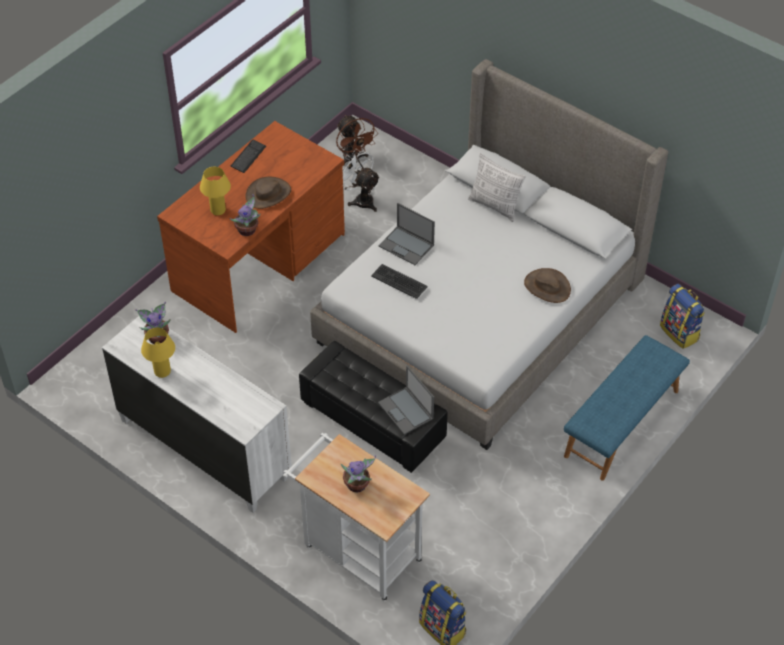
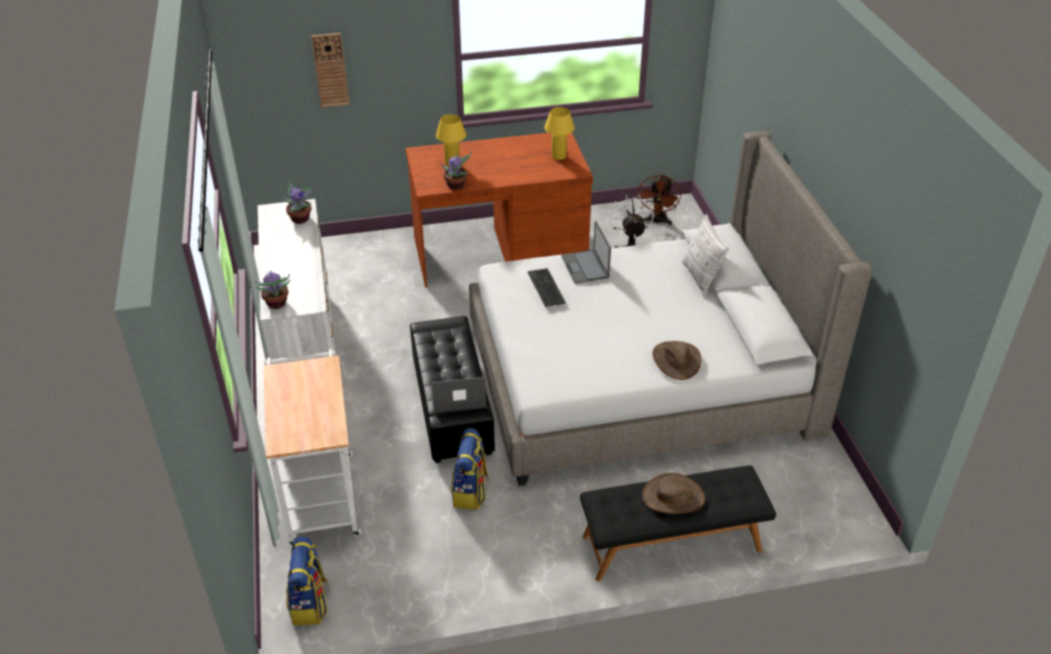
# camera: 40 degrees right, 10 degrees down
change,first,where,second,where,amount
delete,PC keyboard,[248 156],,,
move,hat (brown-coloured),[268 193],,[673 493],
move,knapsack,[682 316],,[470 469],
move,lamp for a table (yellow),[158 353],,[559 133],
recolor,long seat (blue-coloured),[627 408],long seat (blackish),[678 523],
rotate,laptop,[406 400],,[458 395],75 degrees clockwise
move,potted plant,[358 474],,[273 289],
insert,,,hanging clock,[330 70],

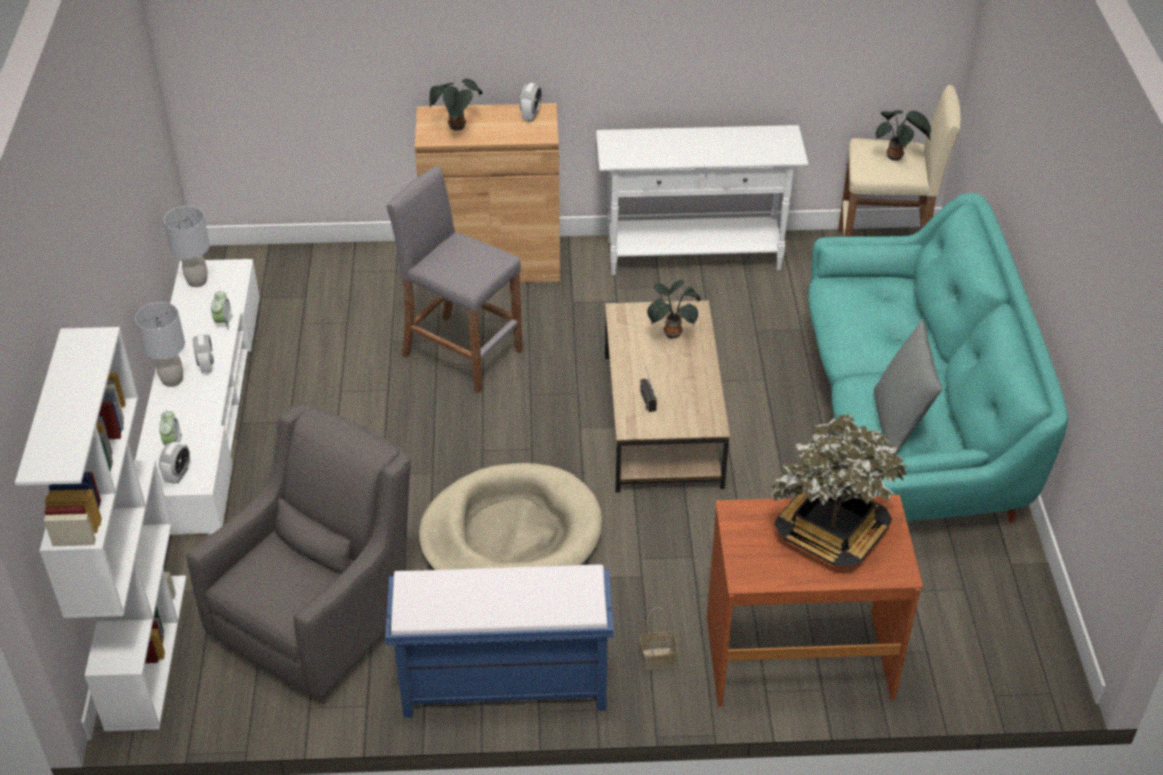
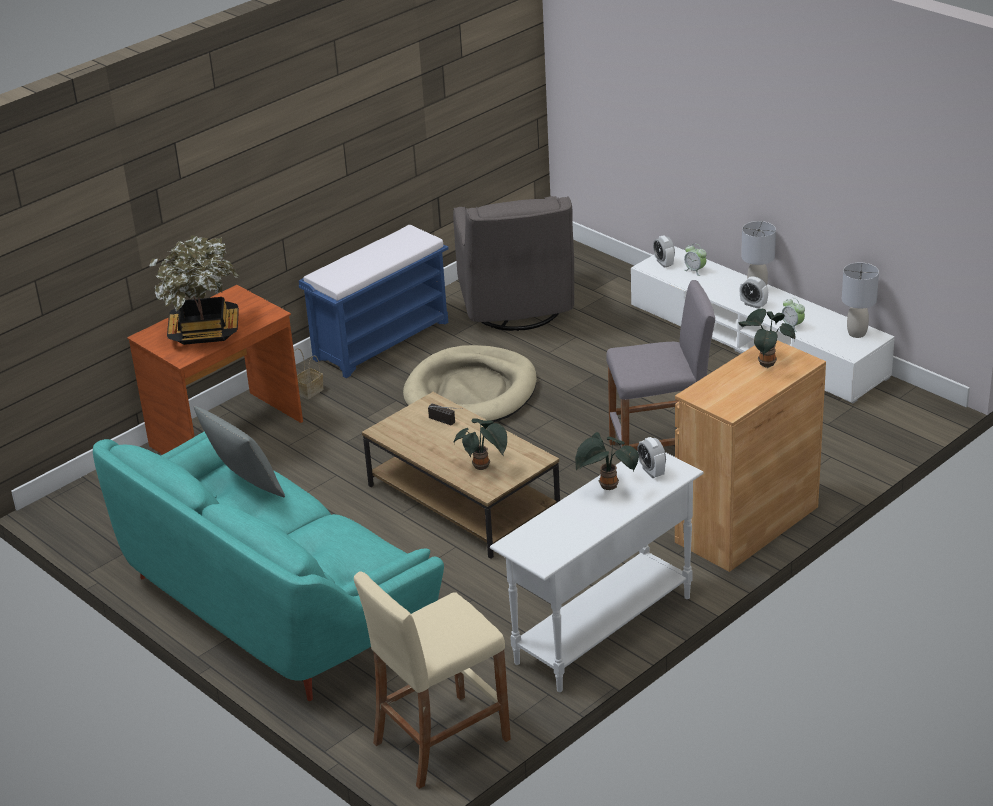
# camera: 140 degrees right, 10 degrees down
change,first,where,second,where,amount
move,bedside clock,[531 102],,[651 457],
move,potted plant,[903 135],,[607 461],
delete,shelving unit (white),[100 529],,,

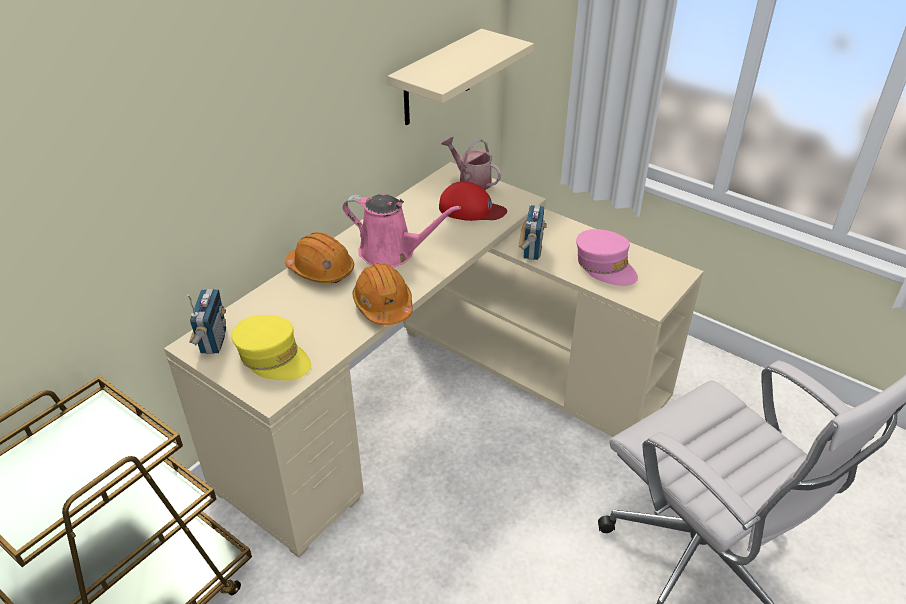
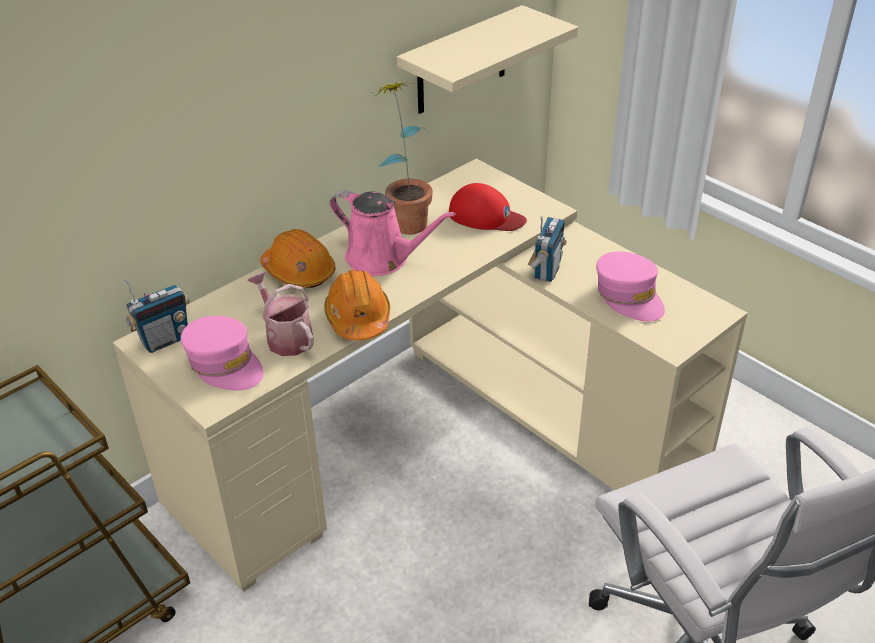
# camera: 10 degrees right, 0 degrees up
change,first,where,second,where,amount
move,watering pot,[471 163],,[280 314],
rotate,radio,[206 321],,[156 315],45 degrees clockwise
recolor,cap (yellow),[271 347],cap (pink-coloured),[222 353],
insert,,,potted plant,[401 158],

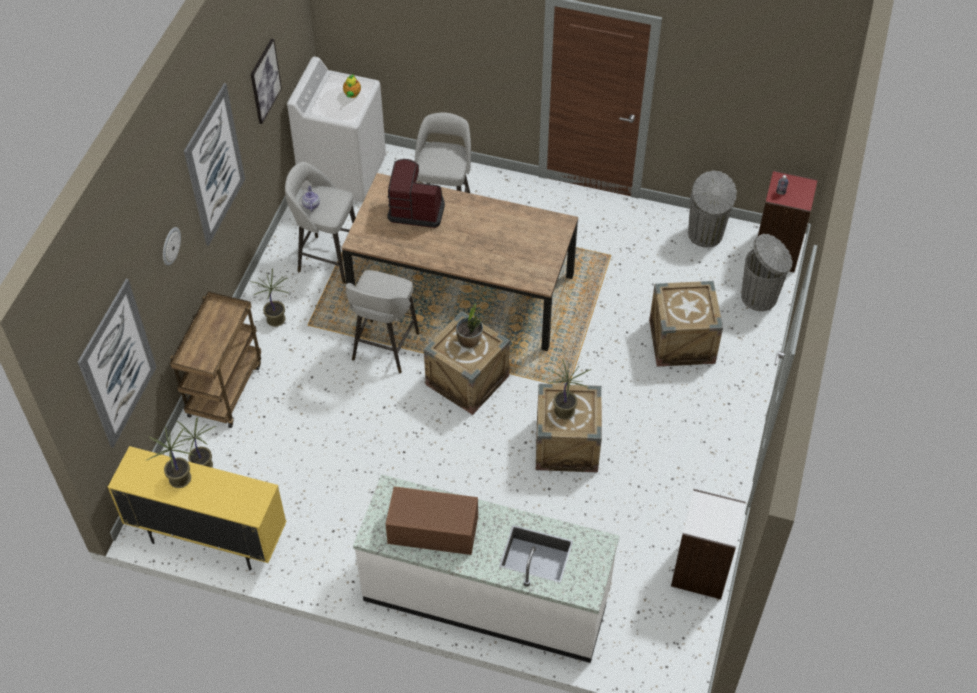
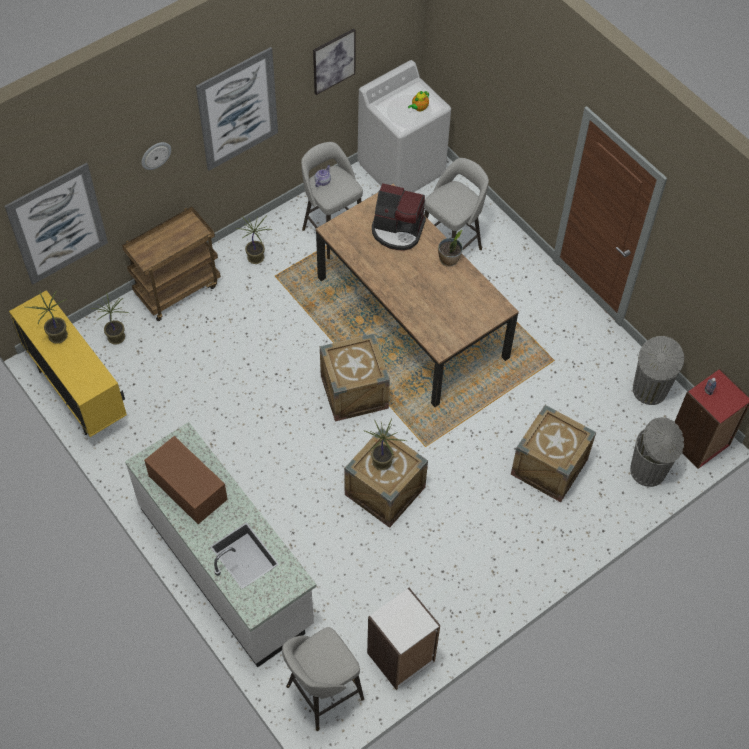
# camera: 35 degrees right, 5 degrees up
change,first,where,second,where,amount
rotate,coffee machine,[416 193],,[399 217],150 degrees clockwise
move,stool seat (greyish),[382 321],,[323 679],
move,potted plant,[469 326],,[450 248],

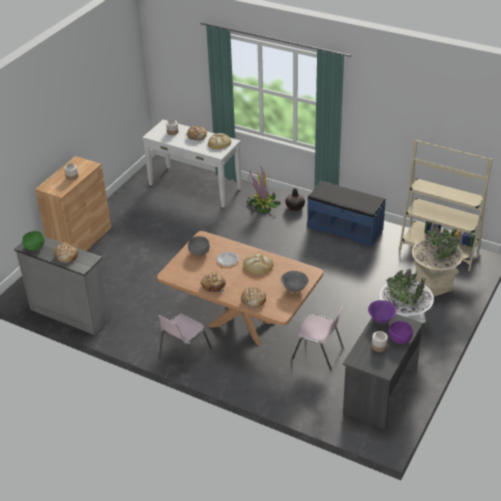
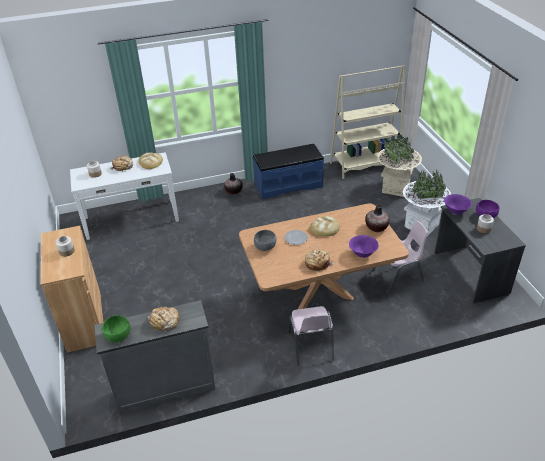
# camera: 45 degrees left, 0 degrees up
change,first,where,second,where,amount
delete,potted plant,[264 190],,,
replace,deep dish (greyish),[295 281],vase,[377 218],
replace,baked bread,[253 297],deep dish (purple-coloured),[364 246],

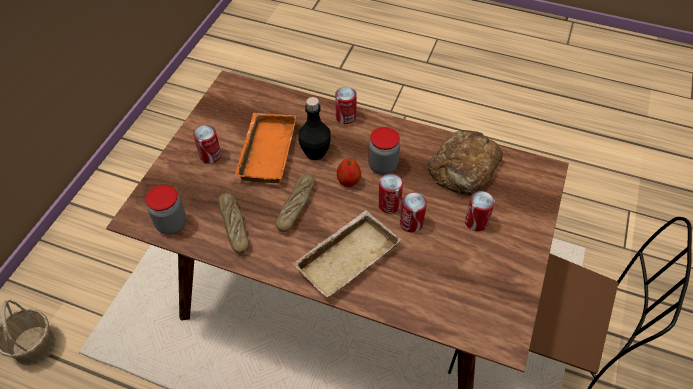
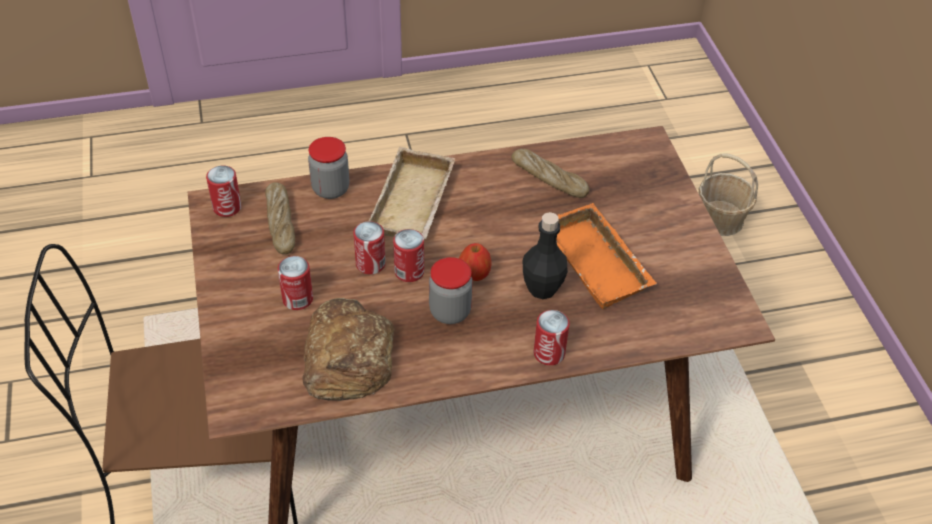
# camera: 145 degrees right, 5 degrees down
change,first,where,second,where,amount
move,can,[207 144],,[224 191],
move,baked bread,[295 203],,[280 218],
move,jar,[166 210],,[328 168],

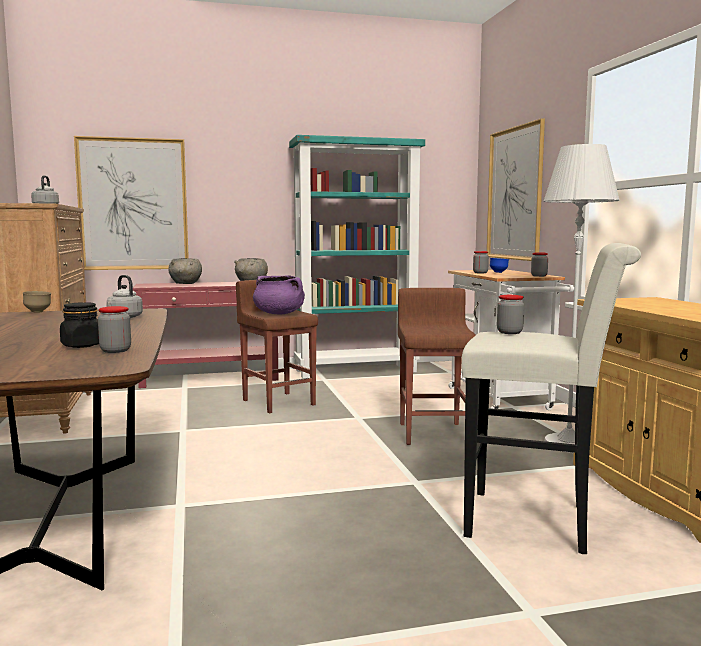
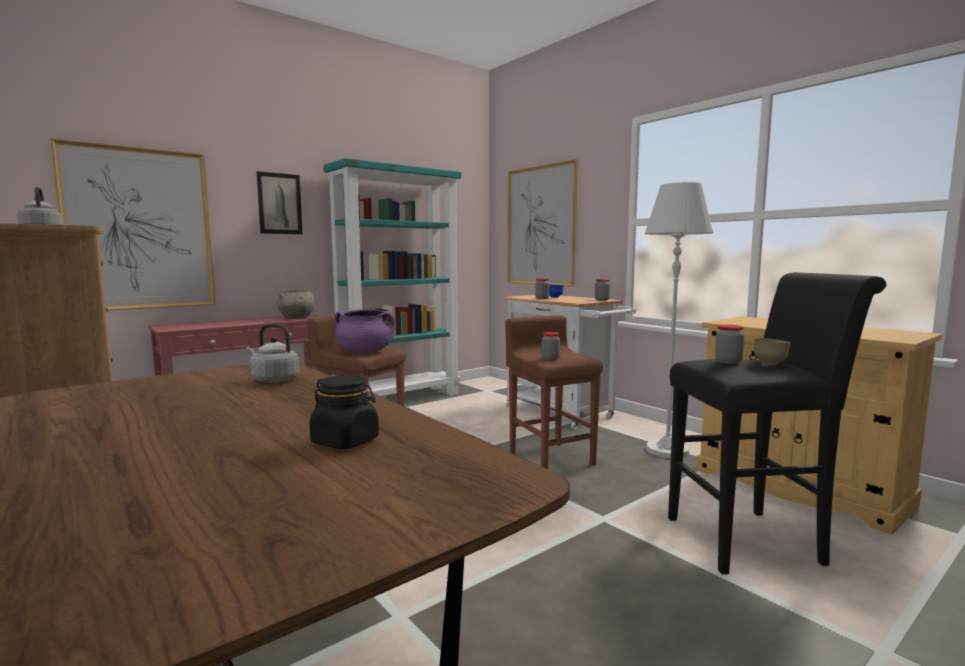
# camera: 25 degrees left, 0 degrees up
change,first,where,second,where,amount
recolor,stool seat (white),[551 398],stool seat (blackish),[777 423],
delete,deep dish (greyish),[185 271],,,
move,deep dish (brown-coloured),[37 302],,[772 351],
move,jar,[114 329],,[550 346],
insert,,,wall art,[279 202],

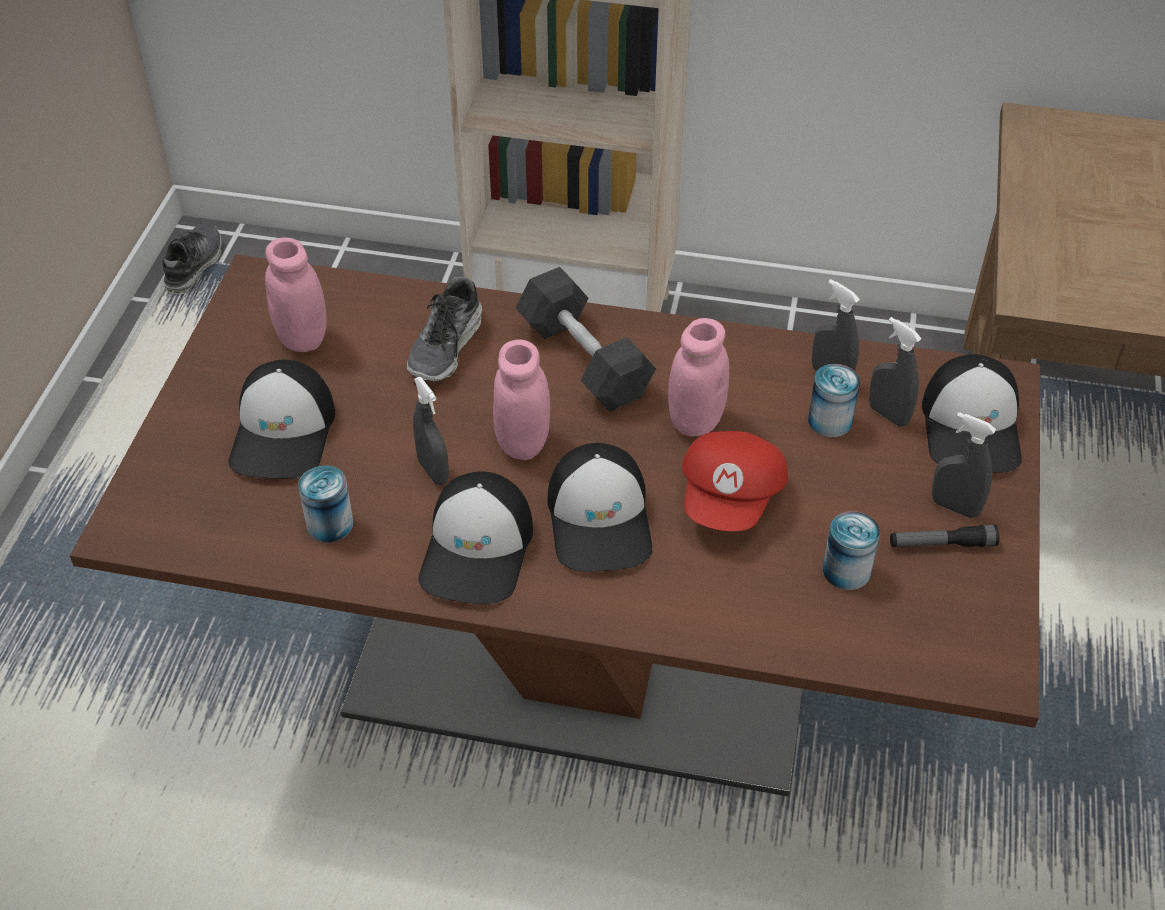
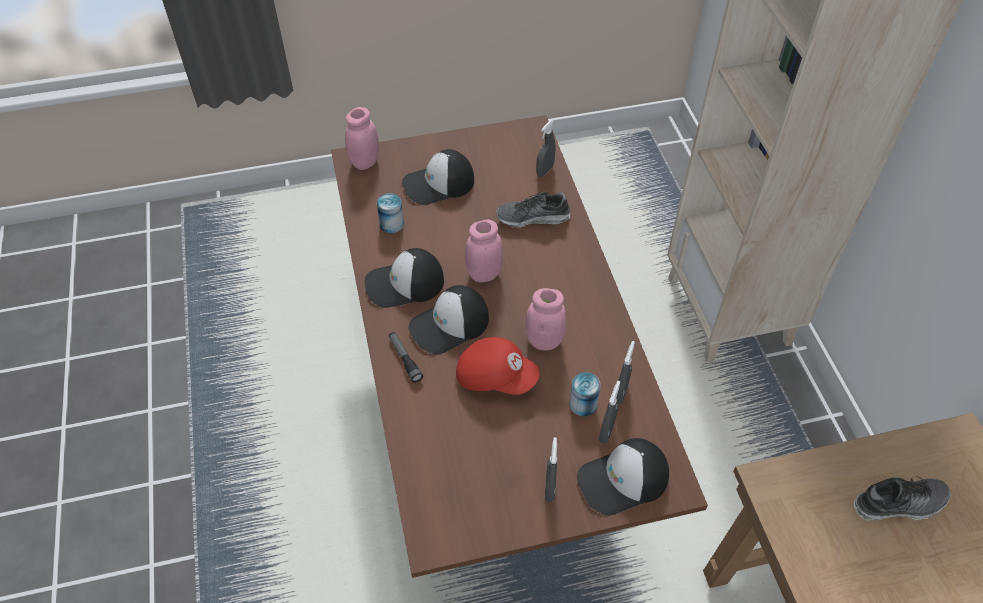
# camera: 65 degrees right, 5 degrees up
change,first,where,second,where,amount
move,shoe,[192 258],,[902 498],
move,jar (pink-coloured),[296 294],,[362 138],
delete,hand weight (blackish),[585 339],,,
move,hand sprayer (greyish),[431 431],,[546 148],
rotate,cap (red),[735 481],,[498 366],150 degrees counterclockwise
delete,can,[851 550],,,
move,hand torch,[945 535],,[406 357],

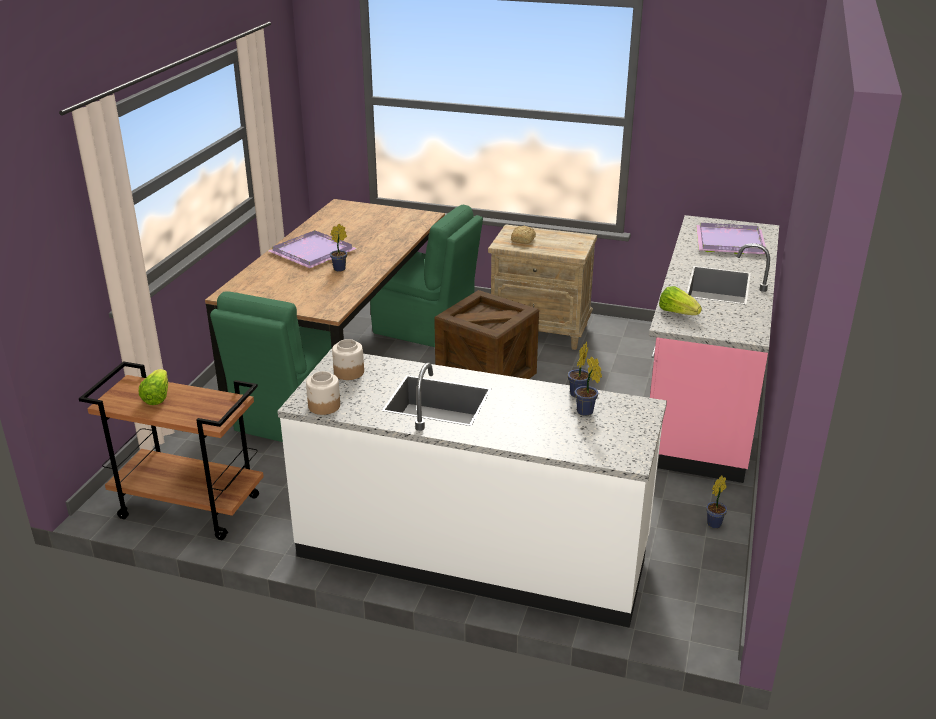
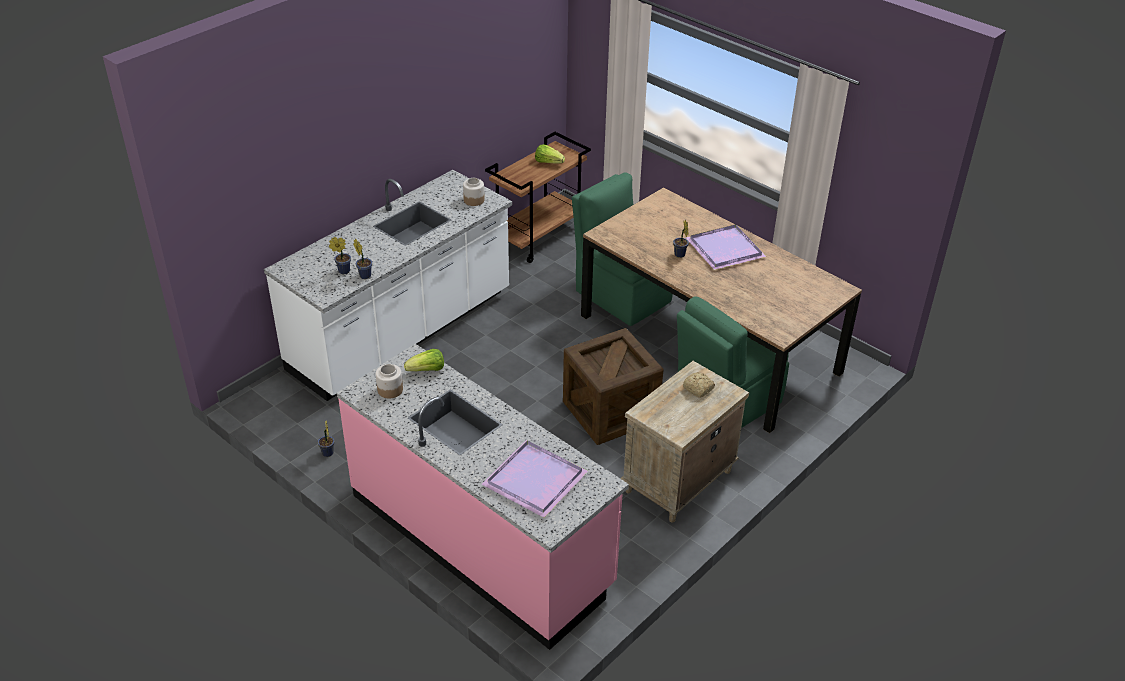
# camera: 115 degrees right, 10 degrees up
change,first,where,second,where,amount
move,jar,[323 393],,[389 381],

